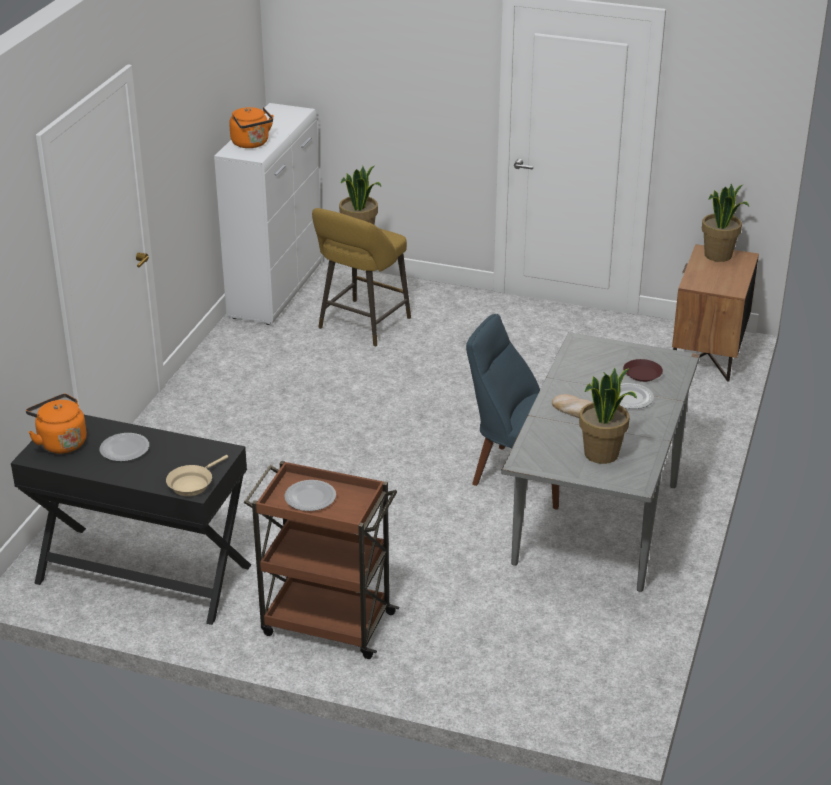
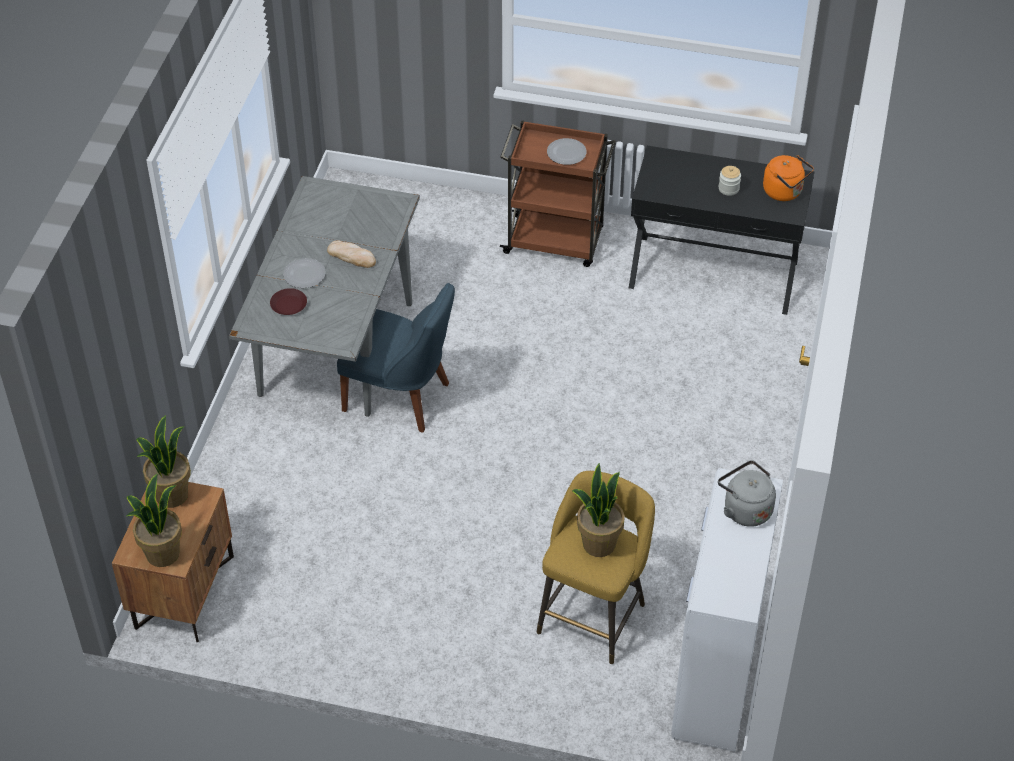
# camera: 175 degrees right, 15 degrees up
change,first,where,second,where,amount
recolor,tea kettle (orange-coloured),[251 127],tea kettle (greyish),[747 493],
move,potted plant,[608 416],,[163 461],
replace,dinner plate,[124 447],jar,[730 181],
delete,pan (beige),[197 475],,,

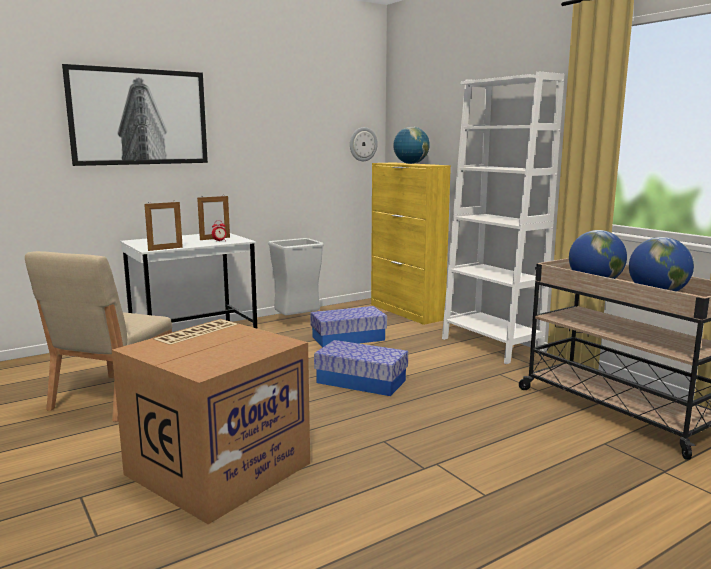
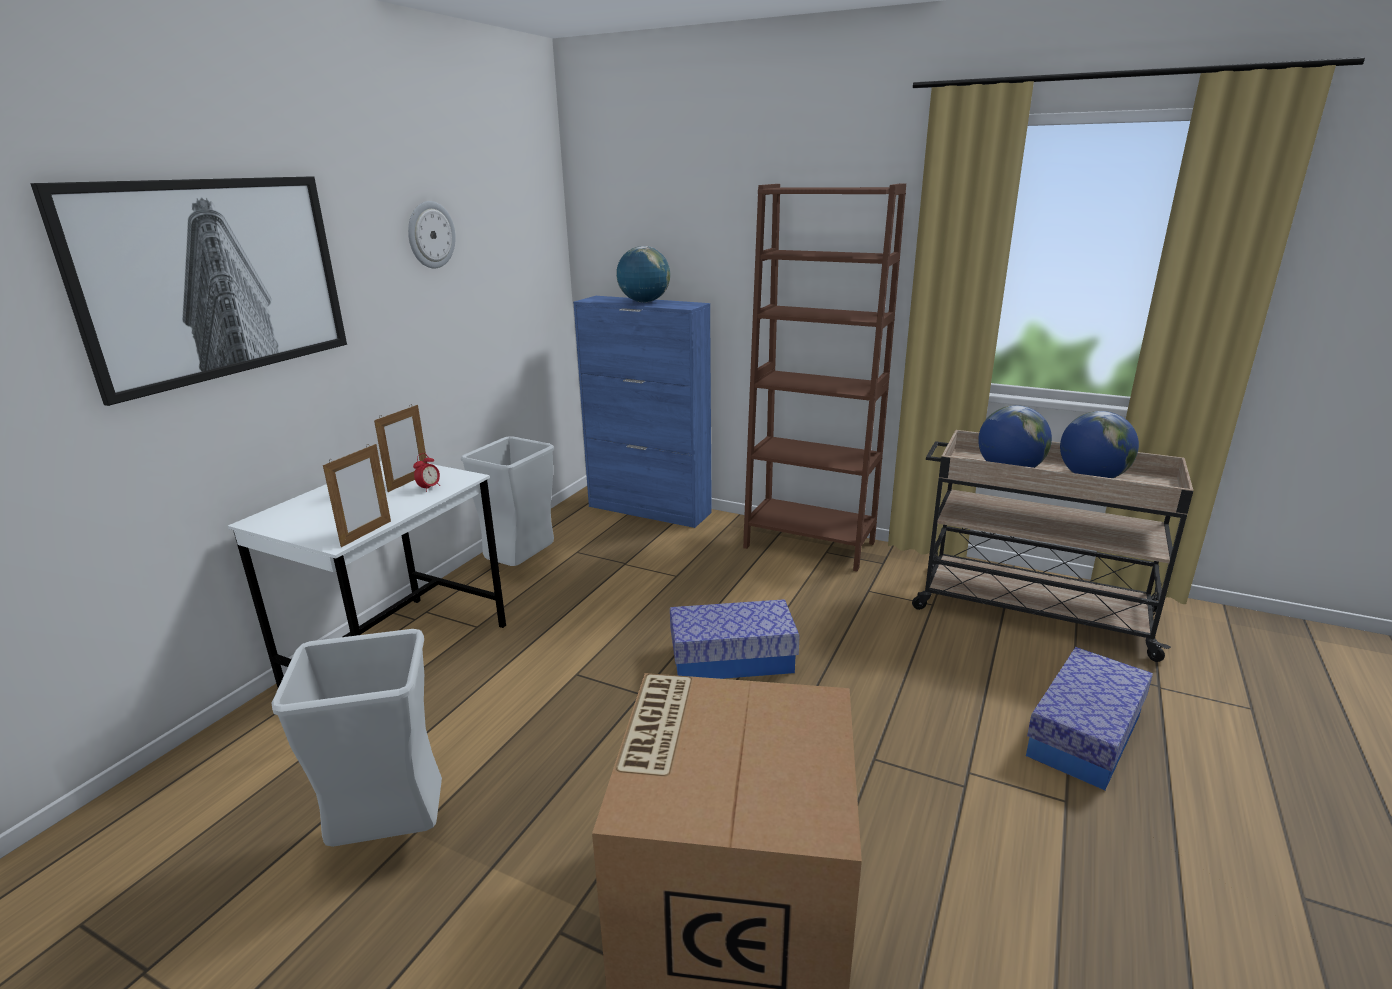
# camera: 30 degrees left, 10 degrees up
change,first,where,second,where,amount
recolor,shelving unit (white),[503 218],shelving unit (brown-coloured),[824 377],
move,hanging clock,[364 144],,[432 234],
recolor,storage cabinet (yellow),[411 243],storage cabinet (blue-coloured),[642 412],
replace,chair (beige),[98 336],rubbish bin (greyish),[357 738],
move,storage box,[348 327],,[1089 718],

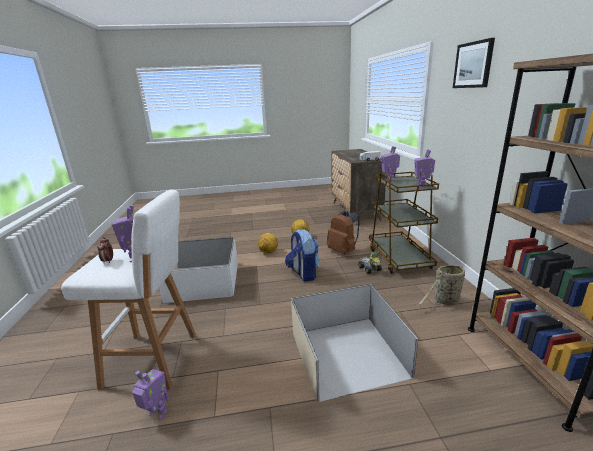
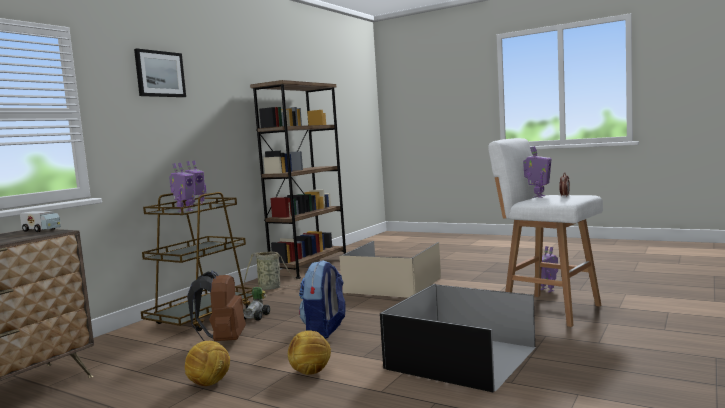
# camera: 140 degrees left, 15 degrees down
change,first,where,second,where,amount
recolor,storage box (white),[198 270],storage box (blackish),[458 338],

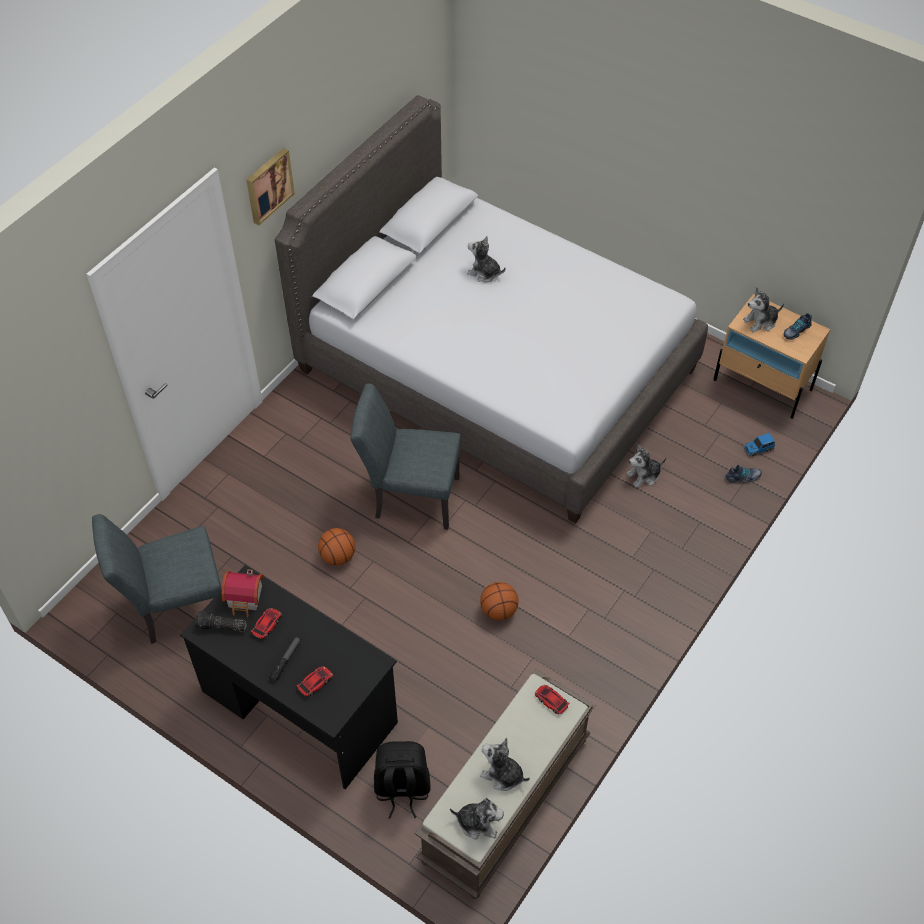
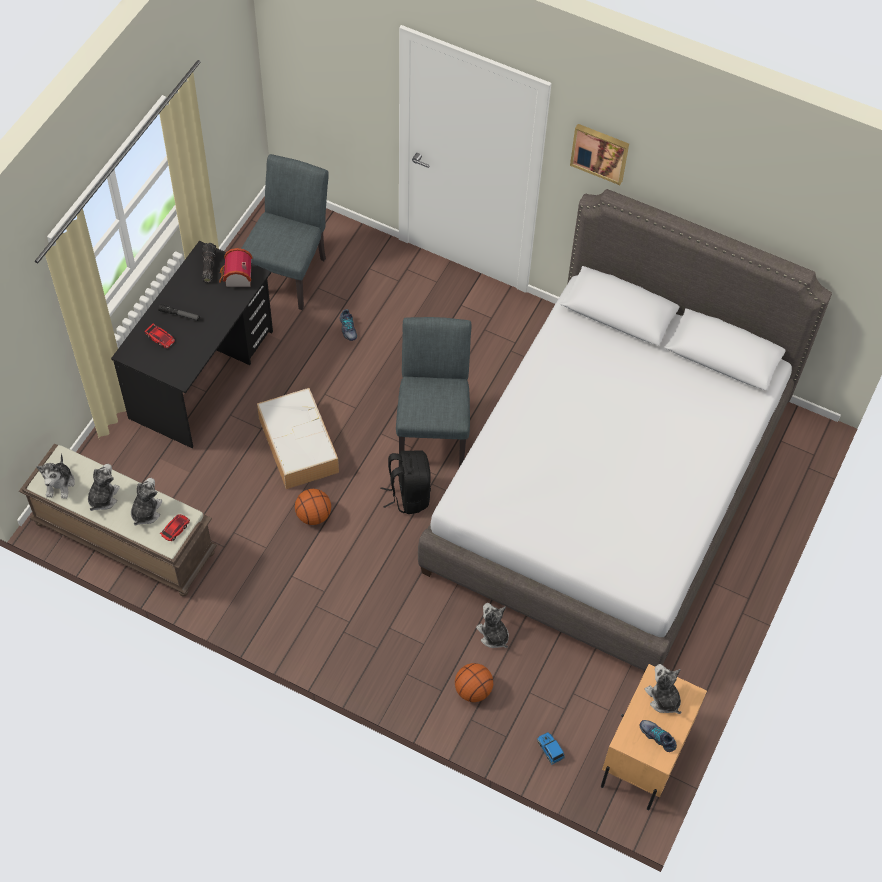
# camera: 80 degrees right, 5 degrees up
change,first,where,second,where,amount
move,plush toy,[486 259],,[146 502],
move,shoe,[744 474],,[348 325],
rotate,chair (greyish),[157 579],,[285 232],45 degrees clockwise
move,basketball ball,[336 546],,[474 682],
delete,model car,[266 623],,,
move,knapsack (blackish),[402 780],,[406 482],
insert,,,storage box,[298 438],

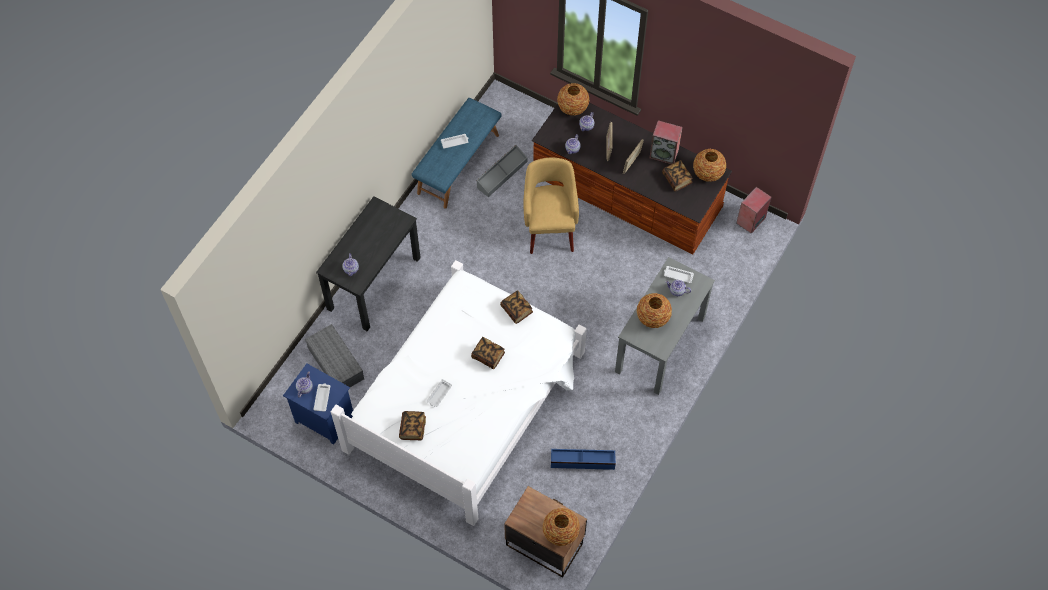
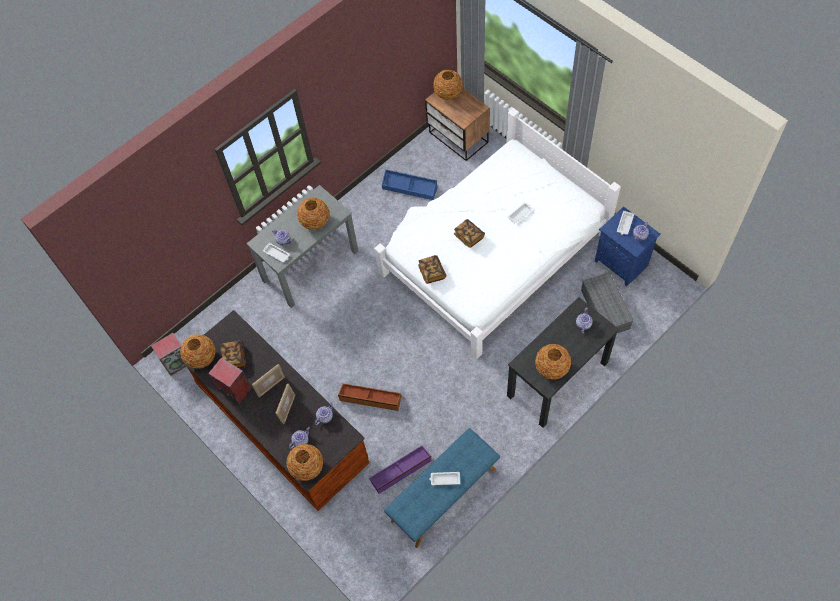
# camera: 160 degrees left, 0 degrees up
change,first,where,second,where,amount
recolor,storage box (greyish),[502 171],storage box (purple-coloured),[400 469],
replace,easy chair (yellow),[551 206],storage box (brown-coloured),[369 397],
delete,bound book,[412 425],,,
insert,,,vase,[553 361],

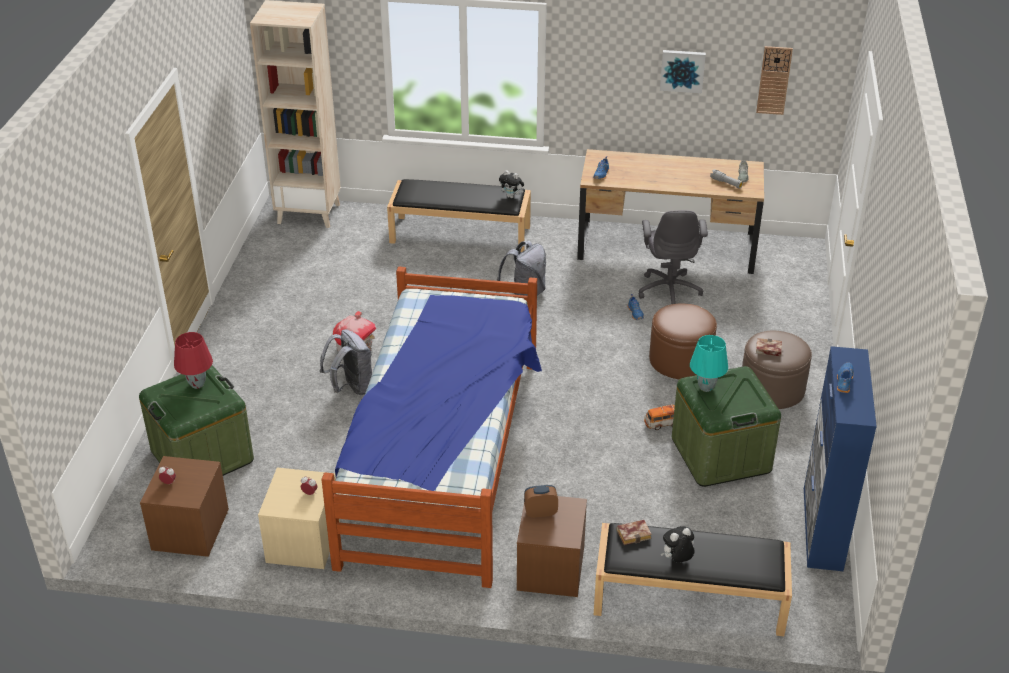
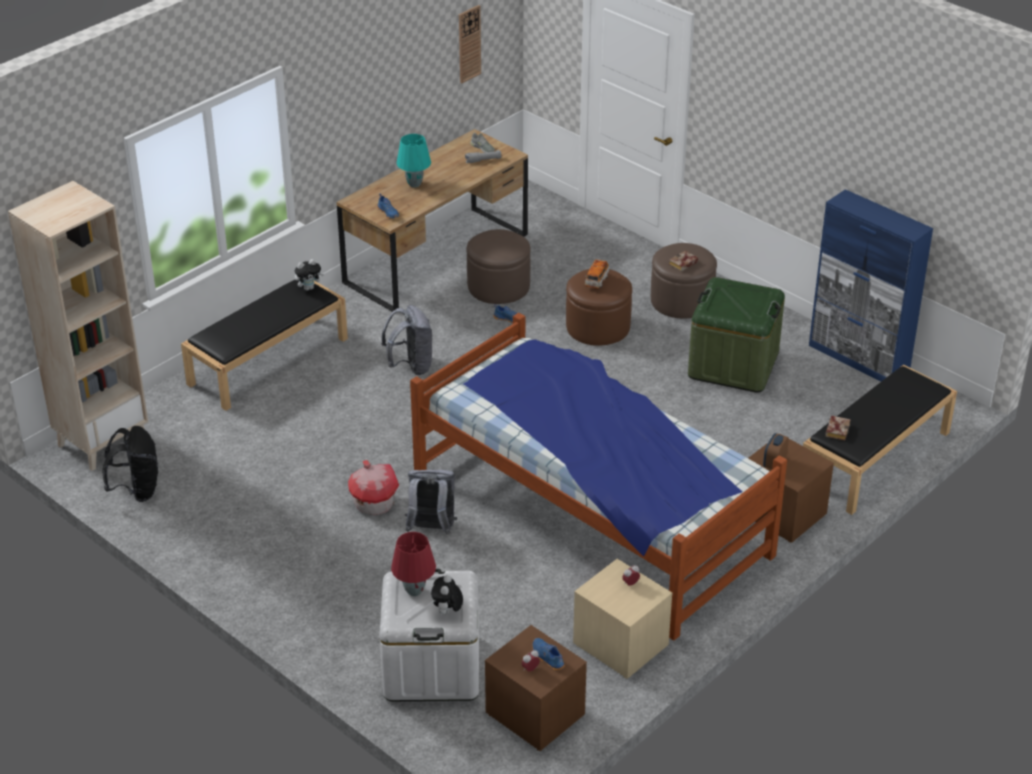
# camera: 55 degrees left, 0 degrees up
change,first,where,second,where,amount
delete,wall art,[683 71],,,
replace,desk chair (greyish),[673 257],footrest (brown-coloured),[498 266],
move,lamp for a table (turquoise-coloured),[709 363],,[414 161],
move,shoe (blue-coloured),[845 377],,[549 654],
recolor,storage box (greenish),[196 421],storage box (white),[429 635],
move,model car,[659 417],,[597 274],
move,plush toy,[677 544],,[447 595],
insert,,,knapsack (blackish),[130 464],

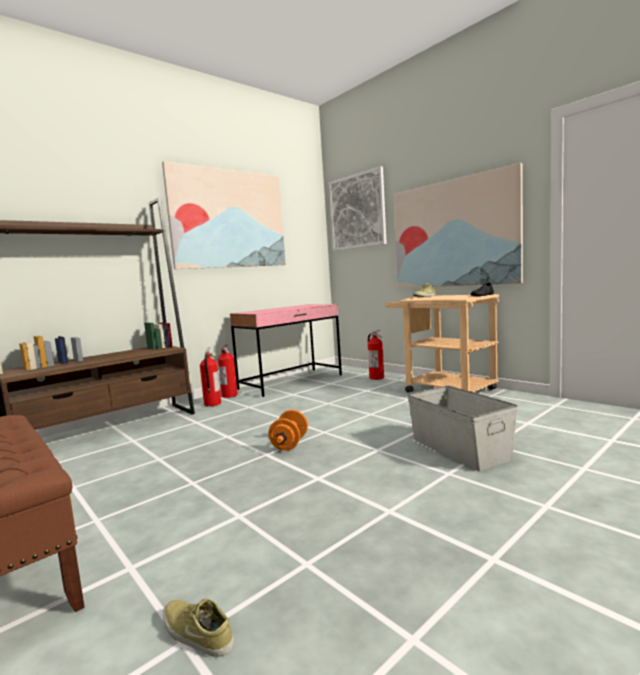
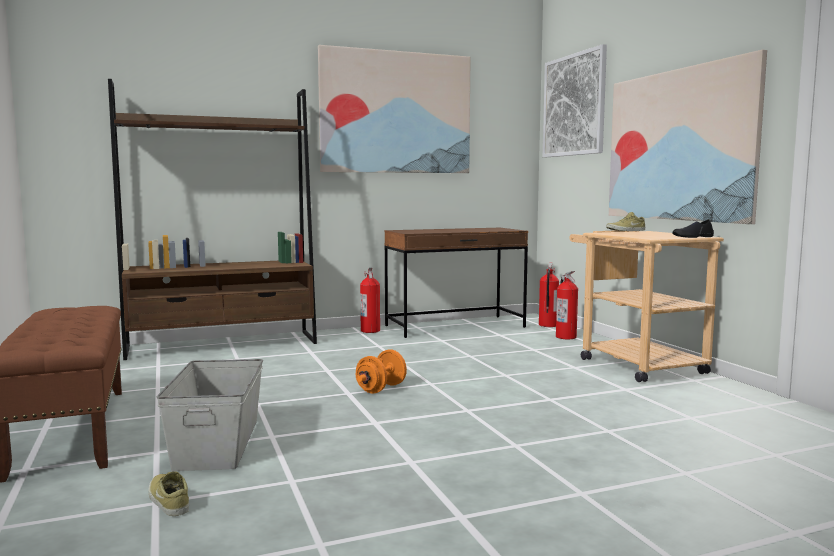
# camera: 20 degrees right, 0 degrees up
change,first,where,second,where,amount
recolor,desk table (pink-coloured),[286 350],desk table (brown-coloured),[456 283],
move,fire-fighting cylinder,[210 377],,[549 294],
move,storage box (greyish),[463 428],,[210 415],

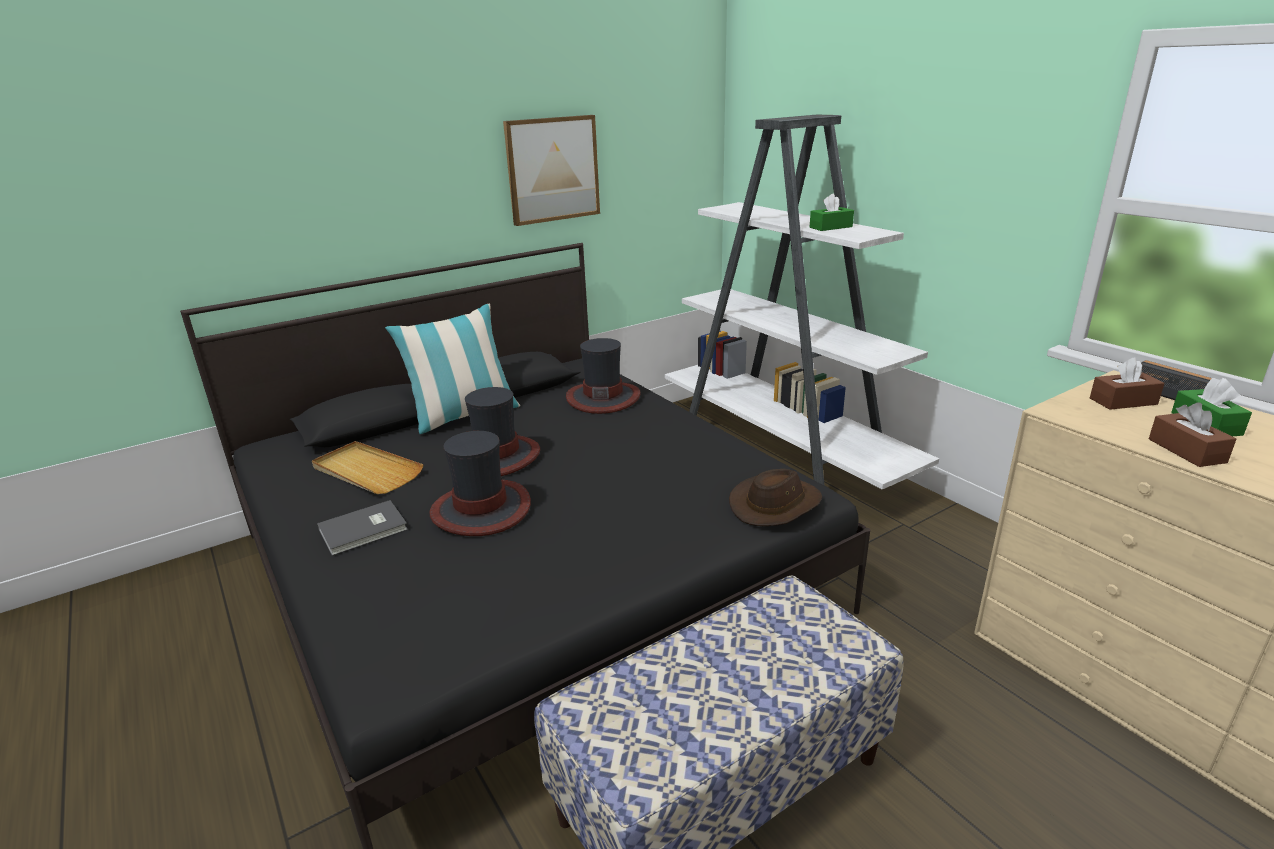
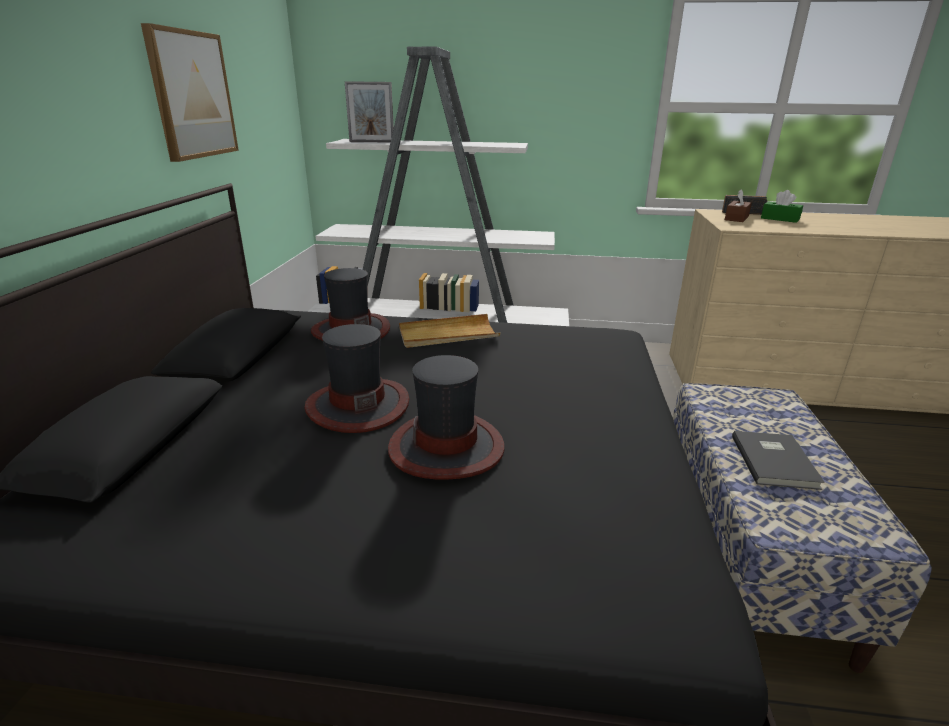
# camera: 50 degrees left, 0 degrees up
change,first,where,second,where,amount
delete,tissue box (greenish),[832 212],,,
delete,pillow,[452 369],,,
delete,tissue box (brown-coloured),[1192 434],,,
move,serving tray (beige),[368 467],,[449 331],
delete,hat (brown-coloured),[775 497],,,
move,bound book (greyish),[362 528],,[778 460],
insert,,,standing frame,[369 111],

